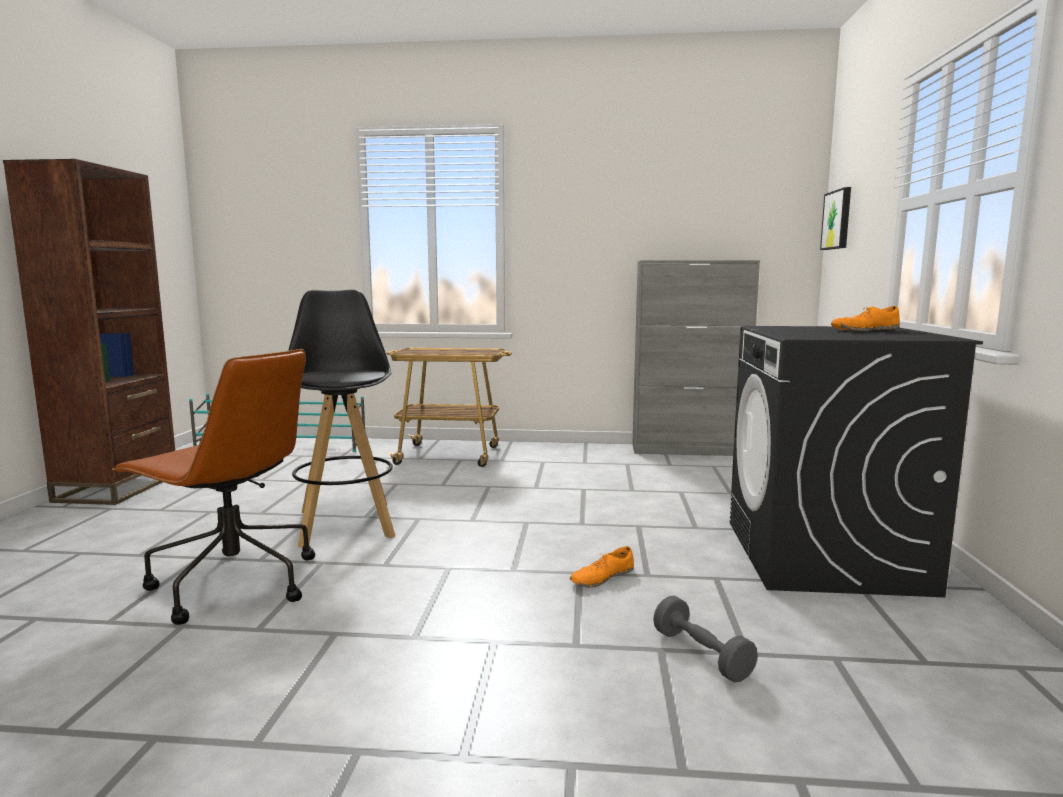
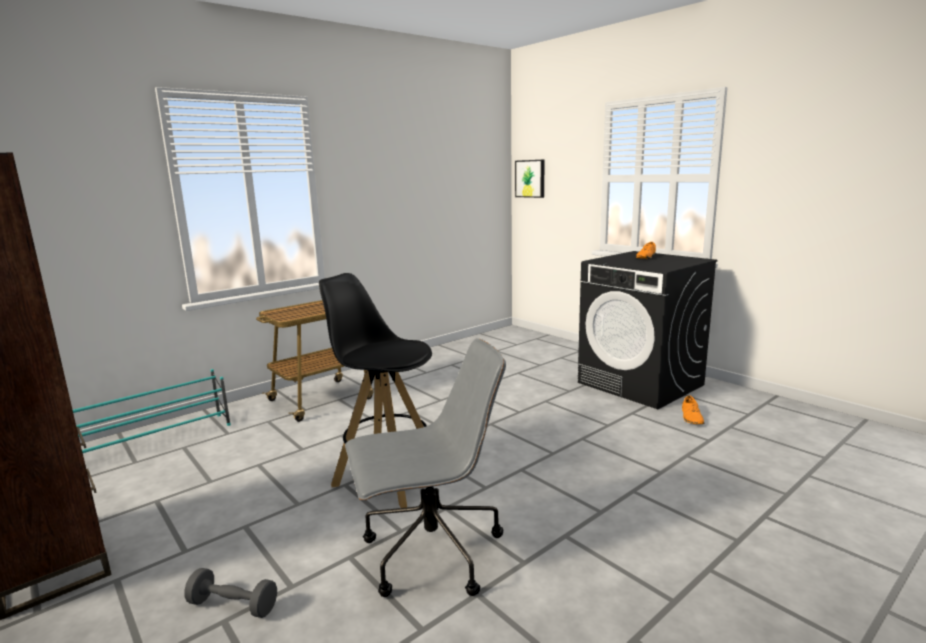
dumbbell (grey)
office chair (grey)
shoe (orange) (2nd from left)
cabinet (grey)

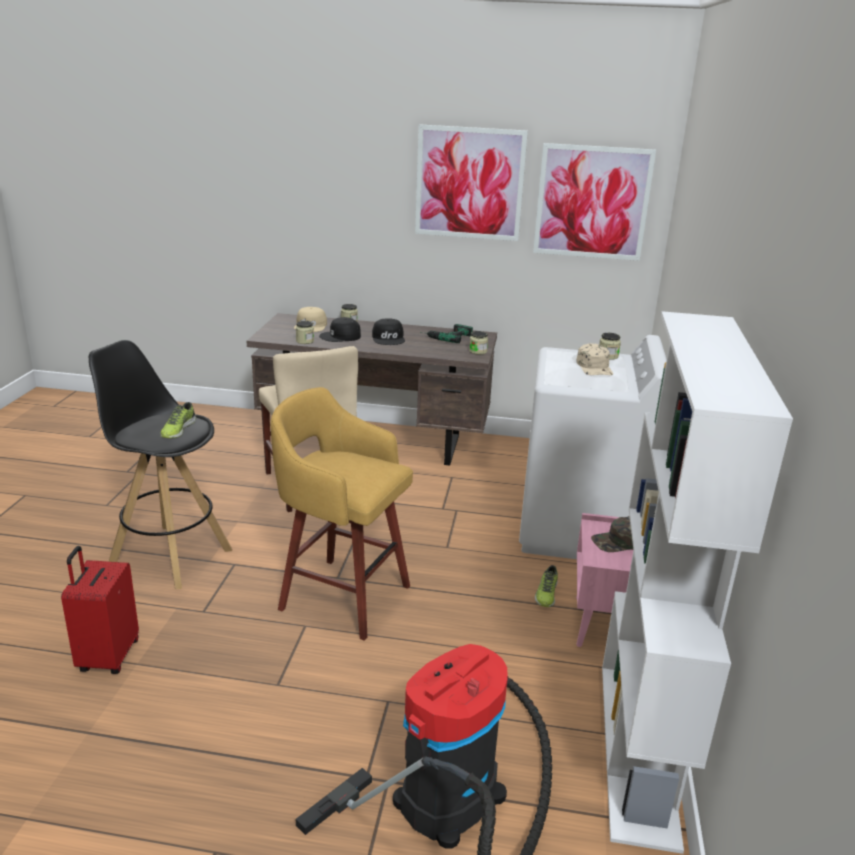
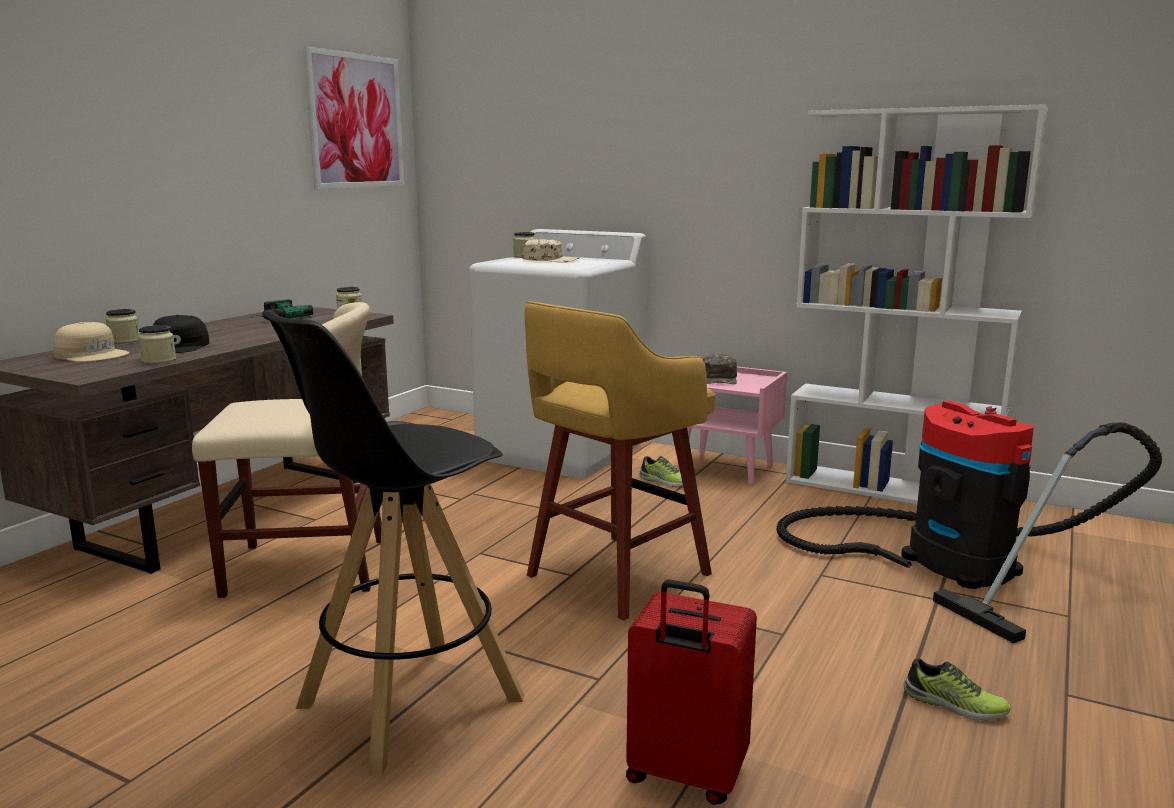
shoe (2nd from left)
cap (black) (2nd from left in the first image)
picture (1st from left in the first image)

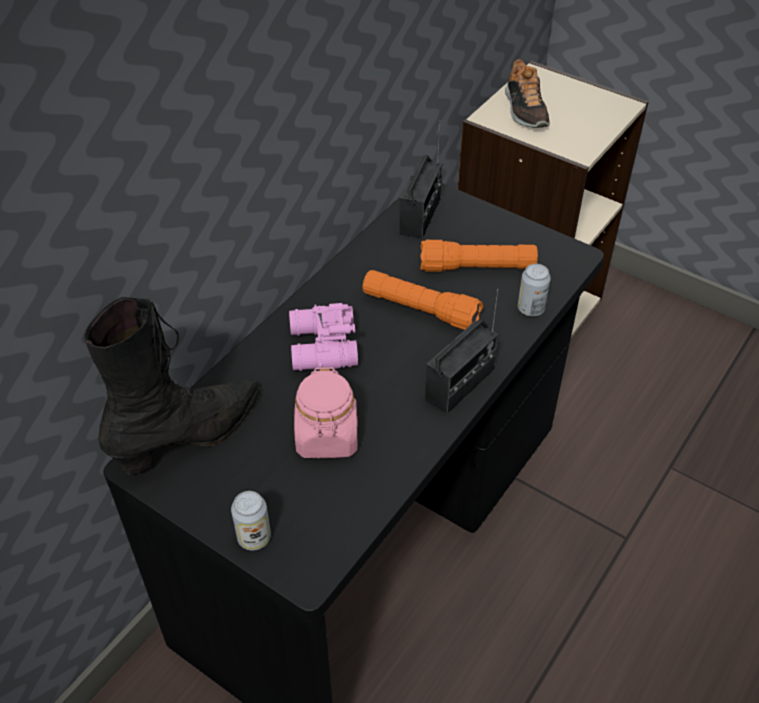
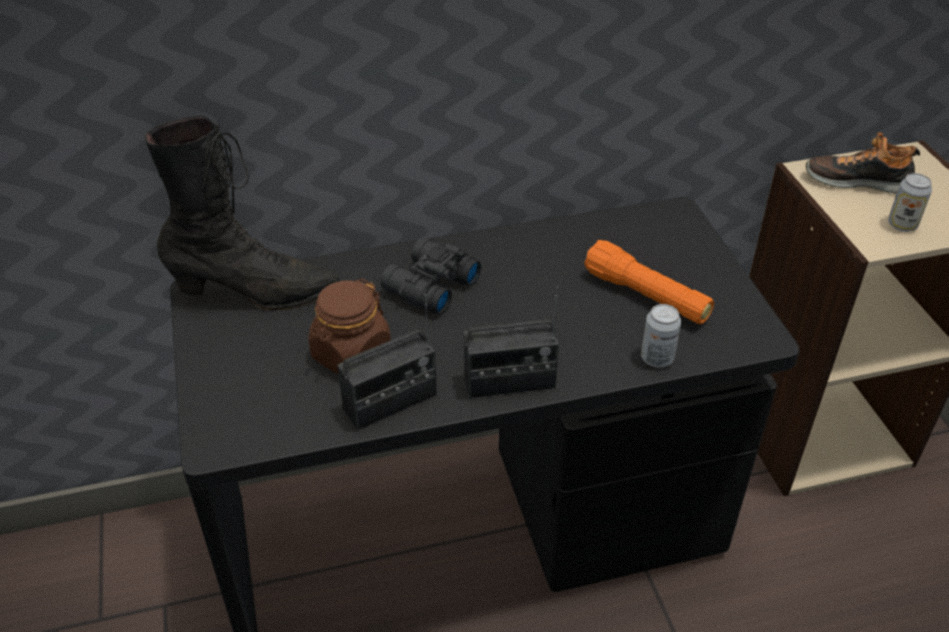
jar (brown)
radio (1st from left)
binoculars (black)
shoe
can (2nd from left)
flashlight (orange) (1st from left in the first image)

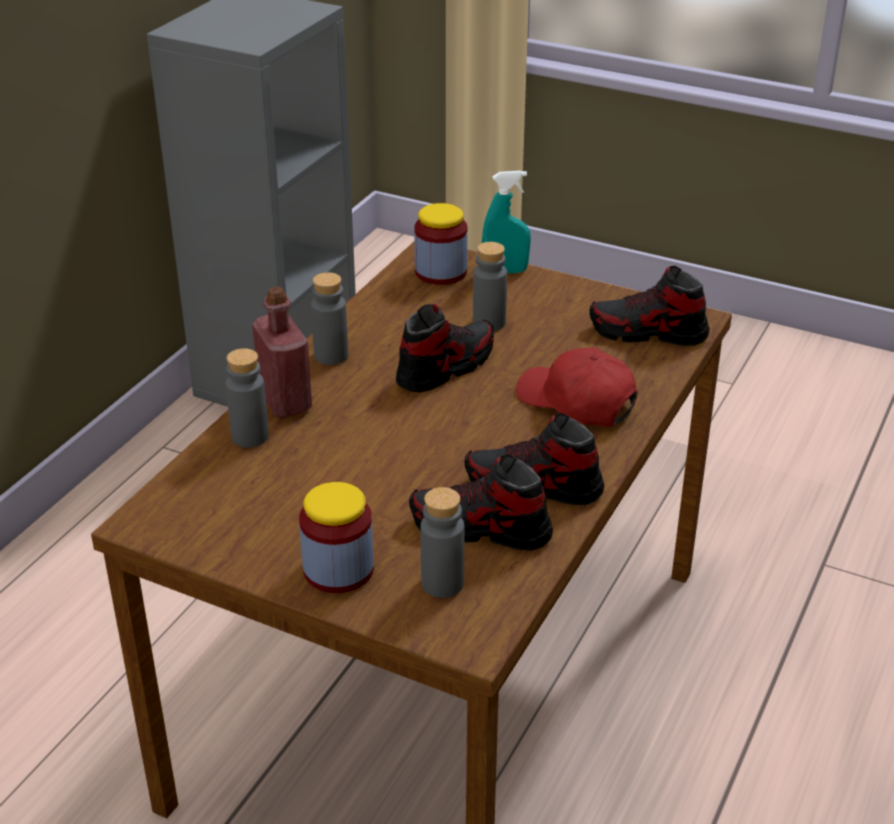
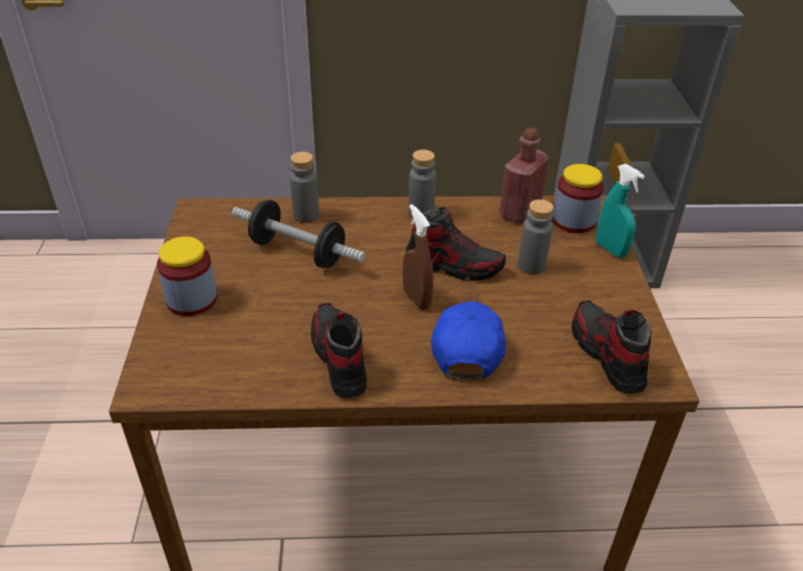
dumbbell
spray bottle (brown)
cap (blue)
bottle (red)
shoe (2nd from left in the first image)
bottle (grey) (3rd from left in the first image)

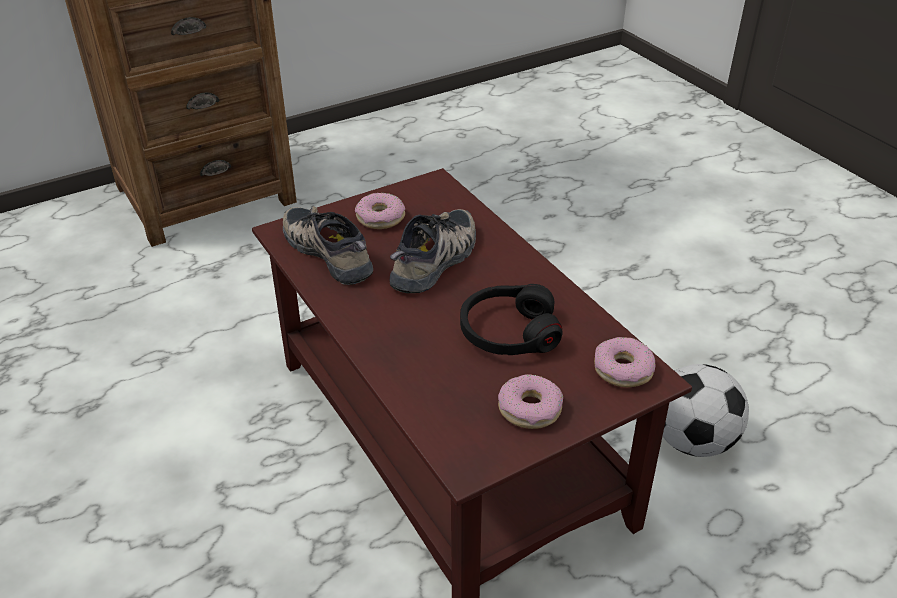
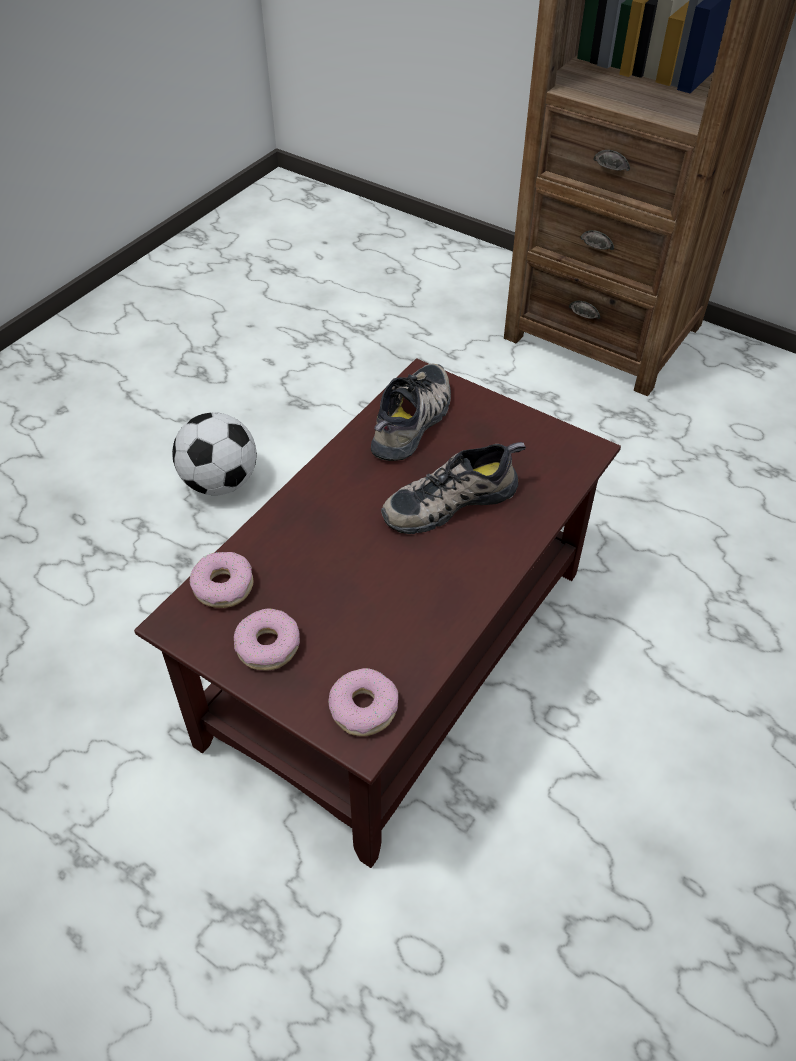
football
donut (1st from left)
shoe (2nd from left)
headphones (black)

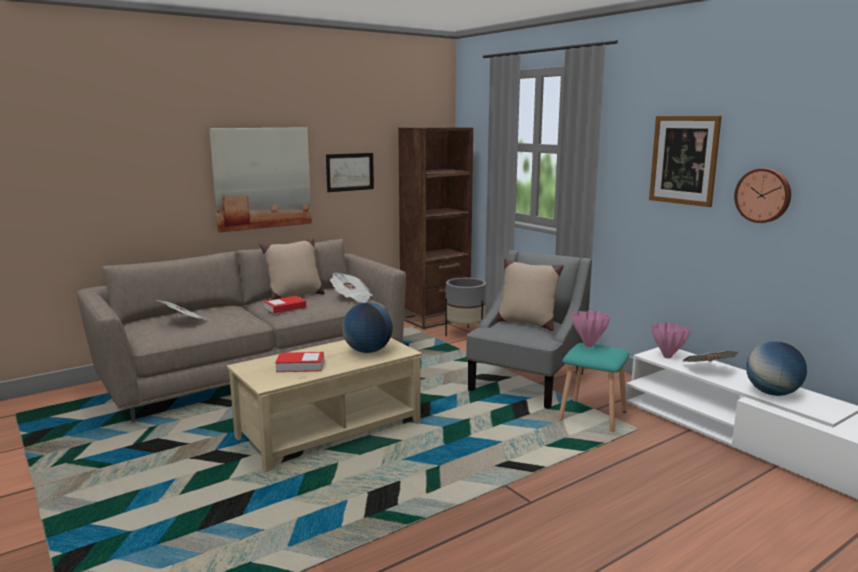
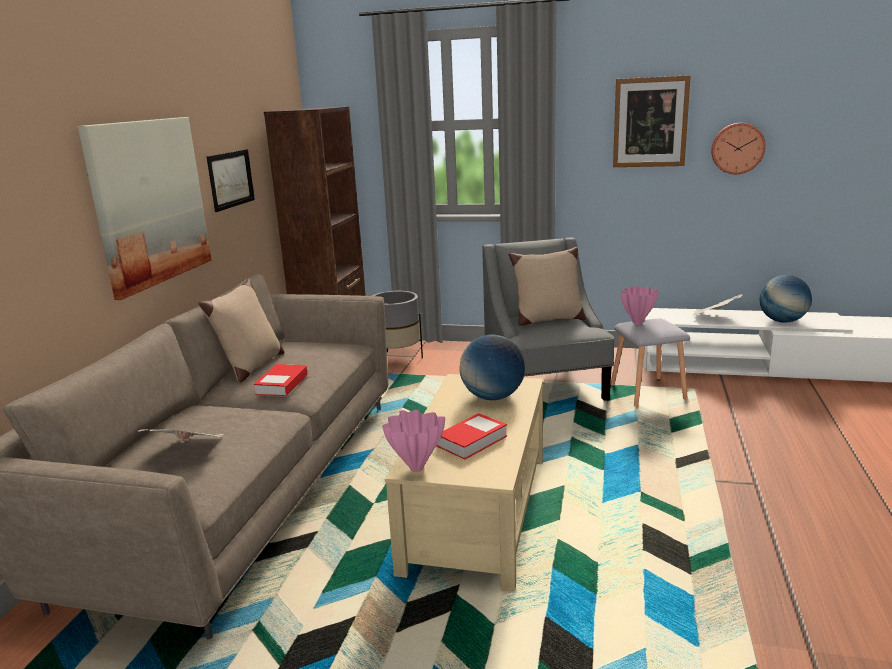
vase (pink) (1st from left)
stool (grey)
newspaper (2nd from left in the first image)

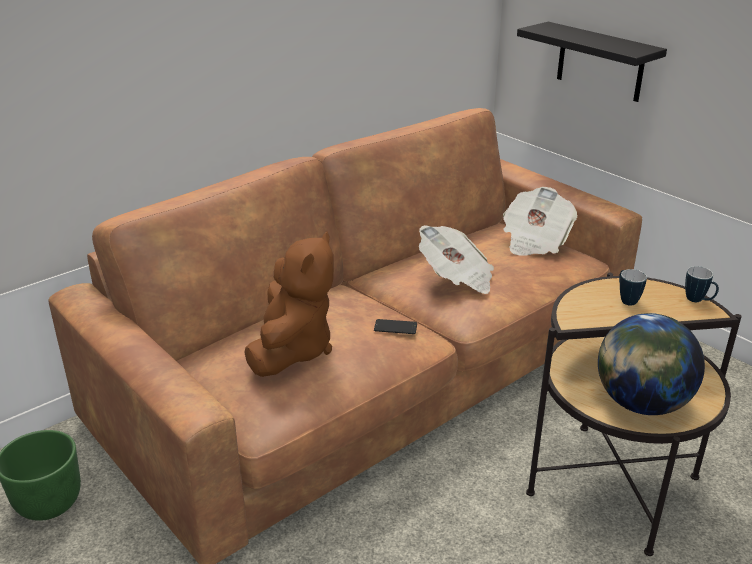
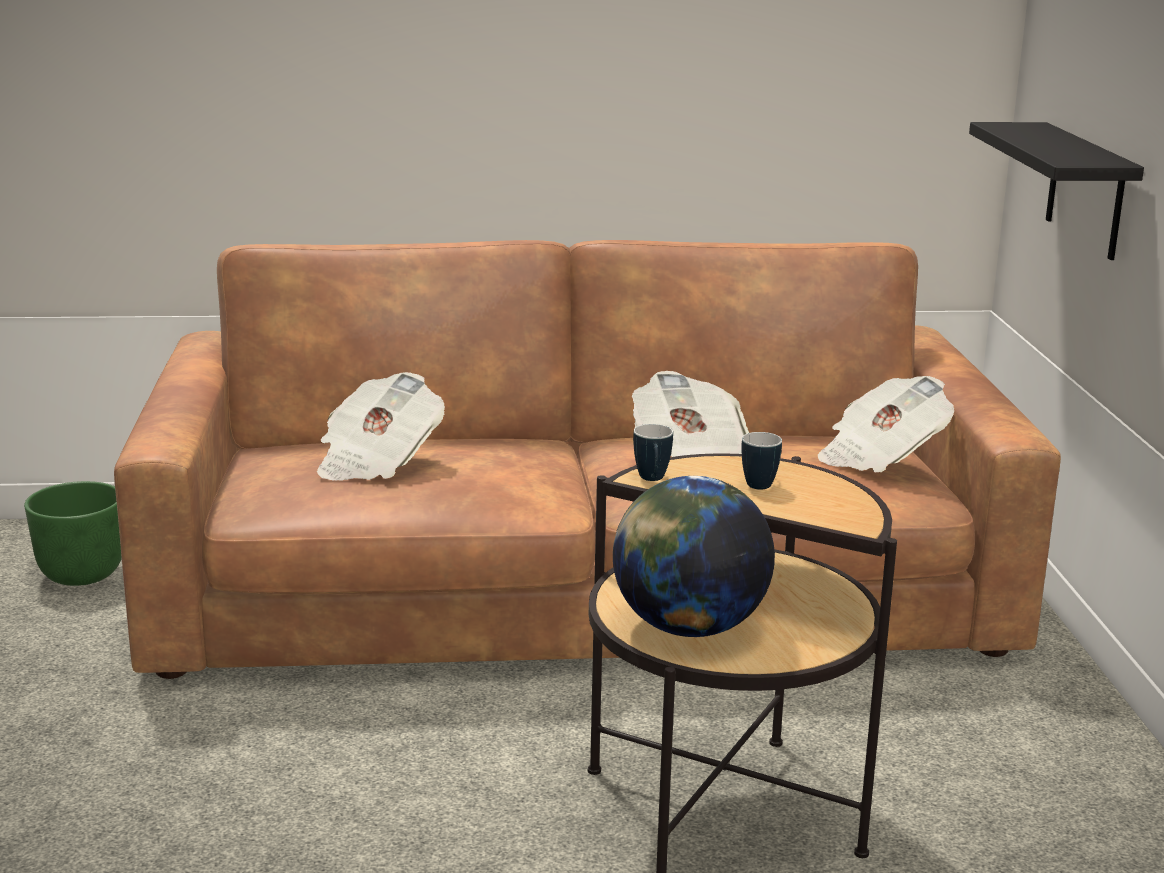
newspaper (1st from left)
mug (1st from left)
phone

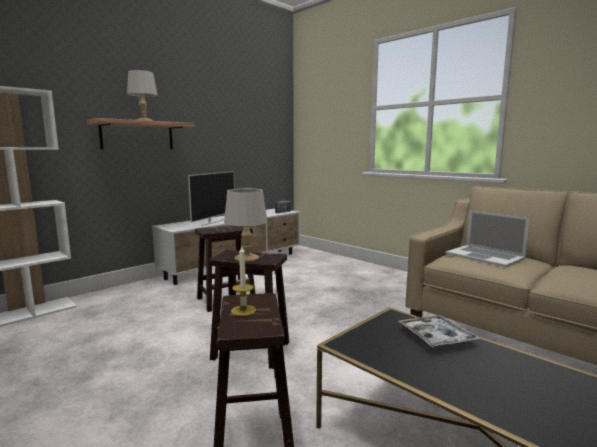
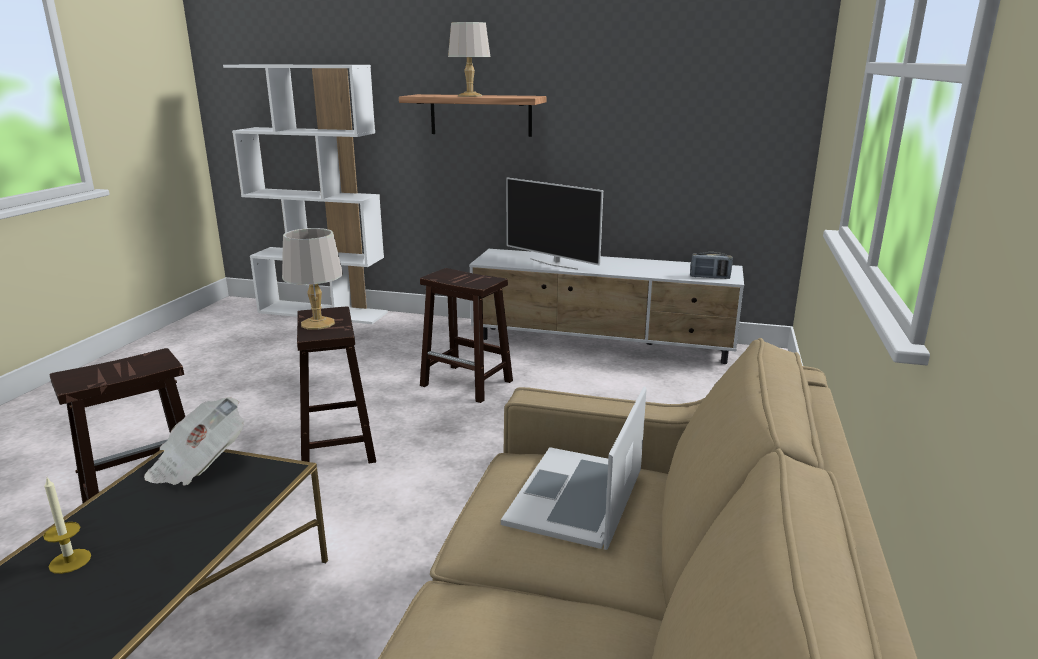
candle
newspaper
television
tray

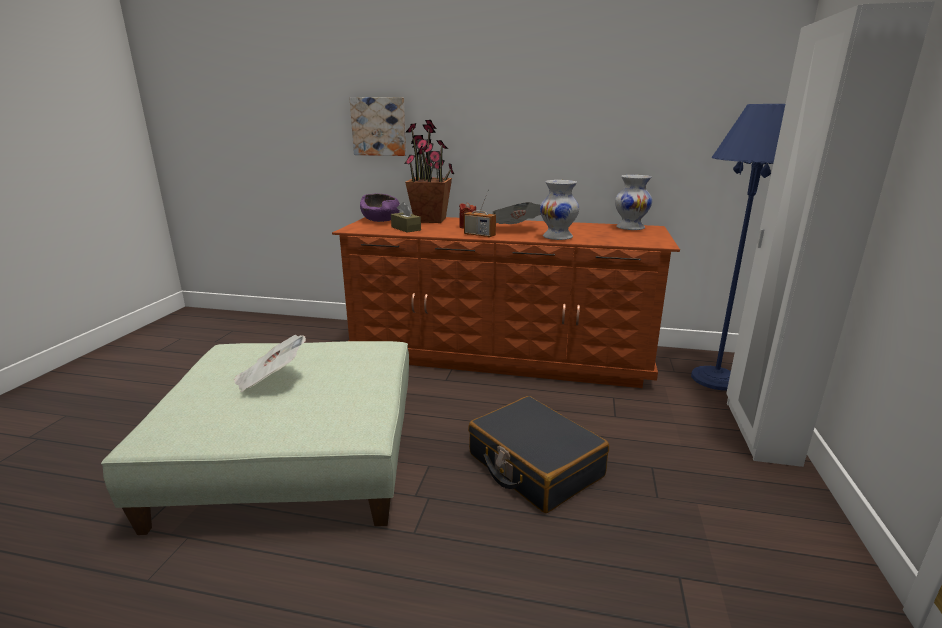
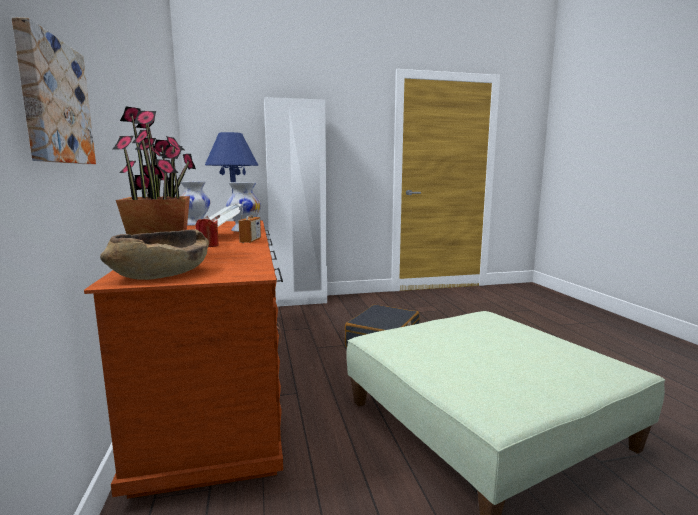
bowl (brown)
newspaper (1st from left in the first image)
tissue box (brown)

